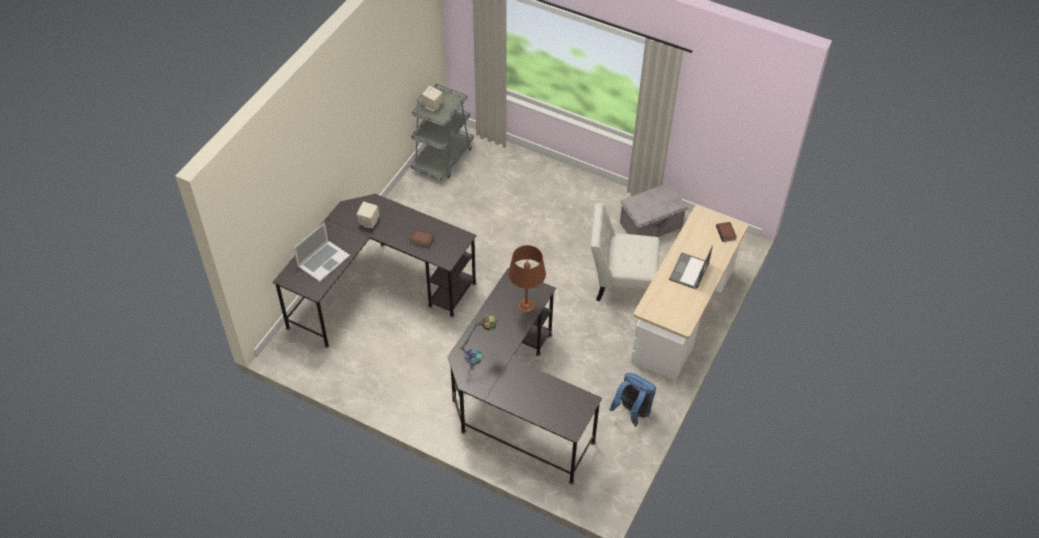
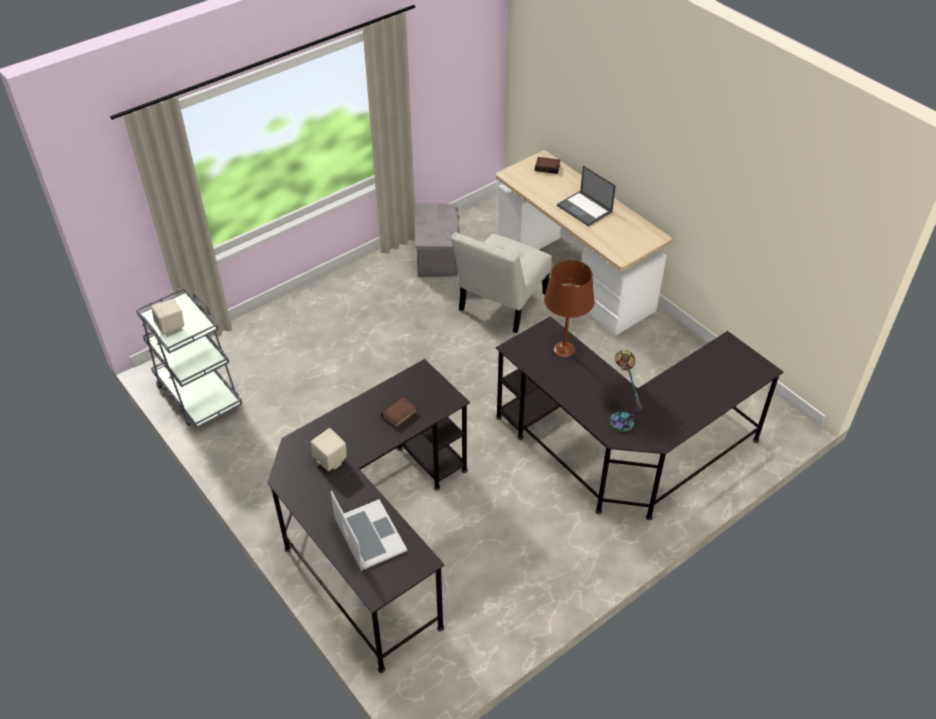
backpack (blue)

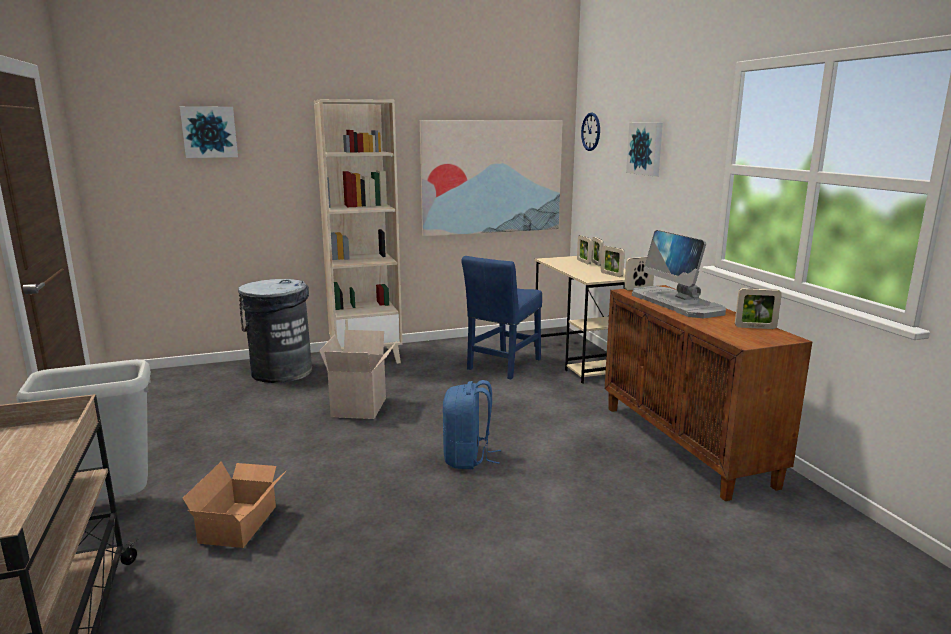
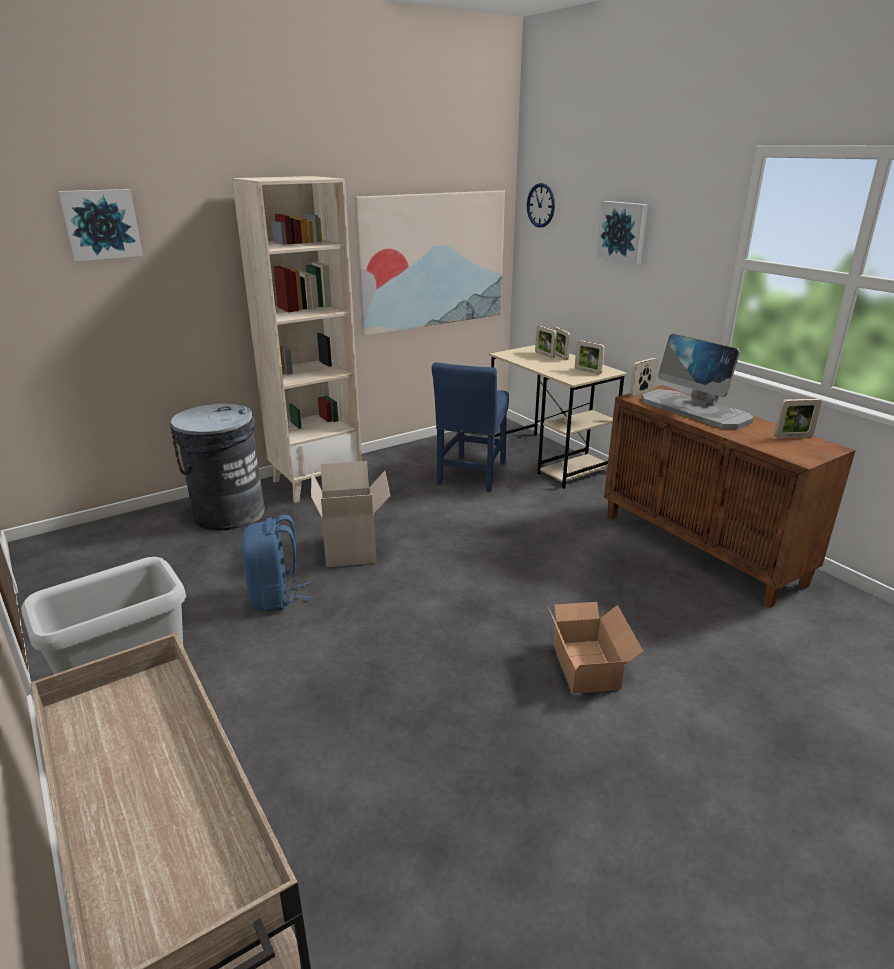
backpack (blue)
cardboard box (2nd from left)

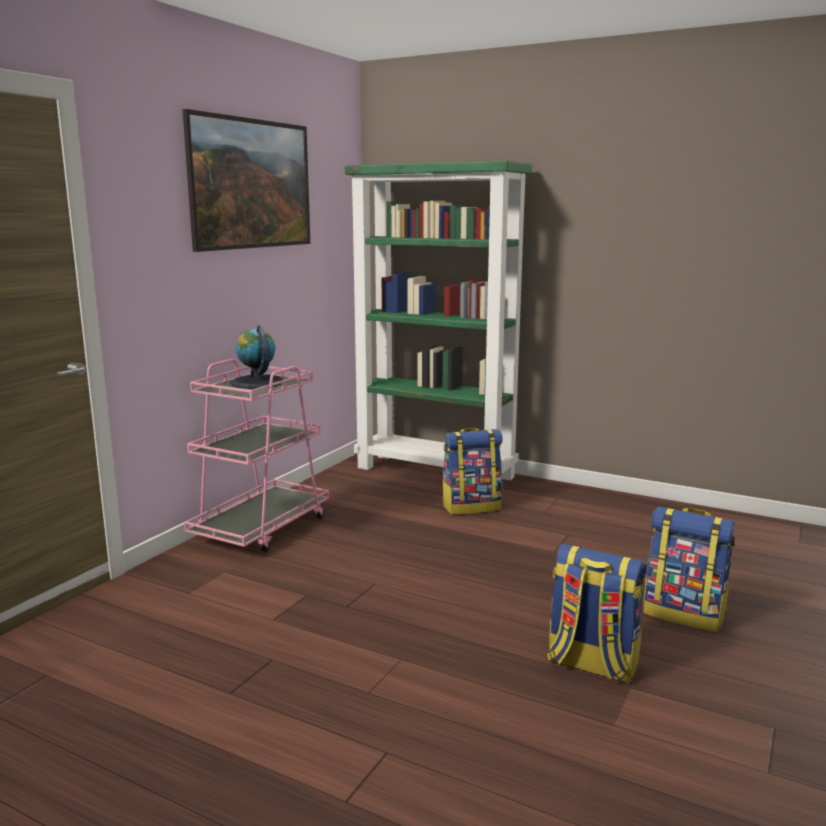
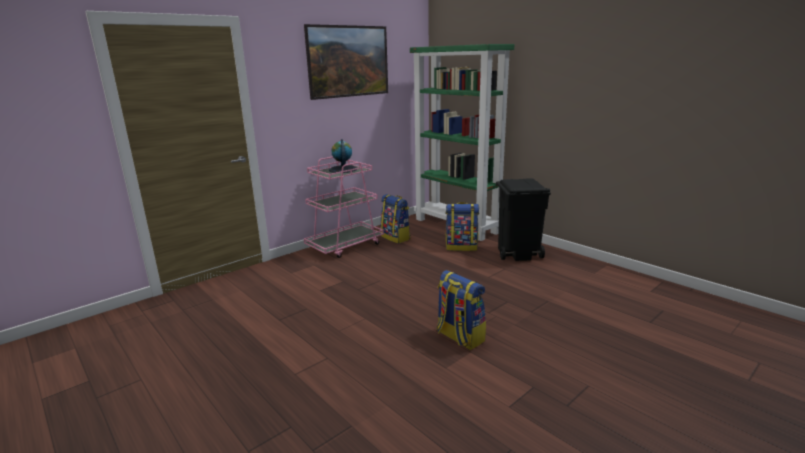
backpack (1st from left)
trash can (black)

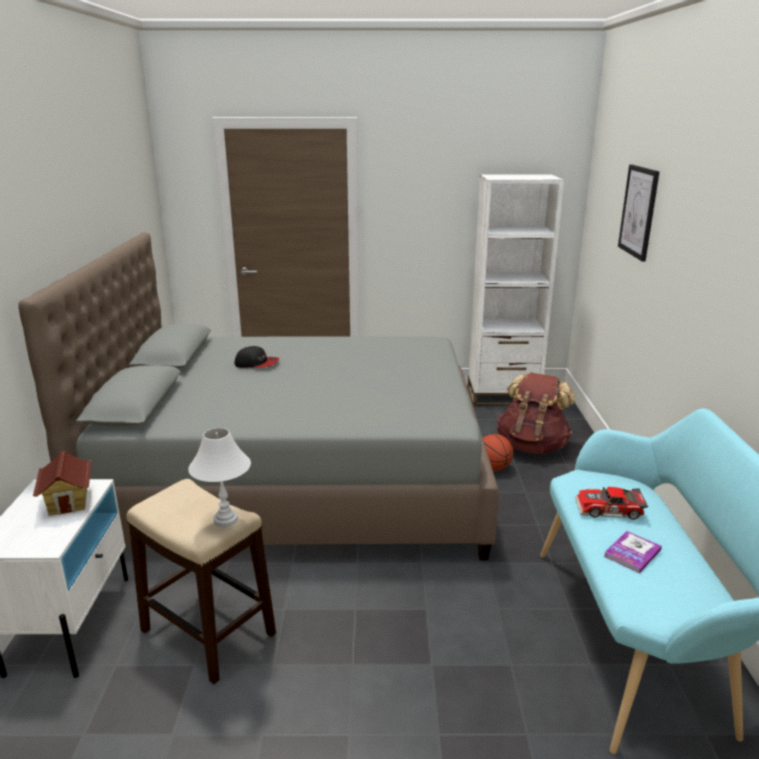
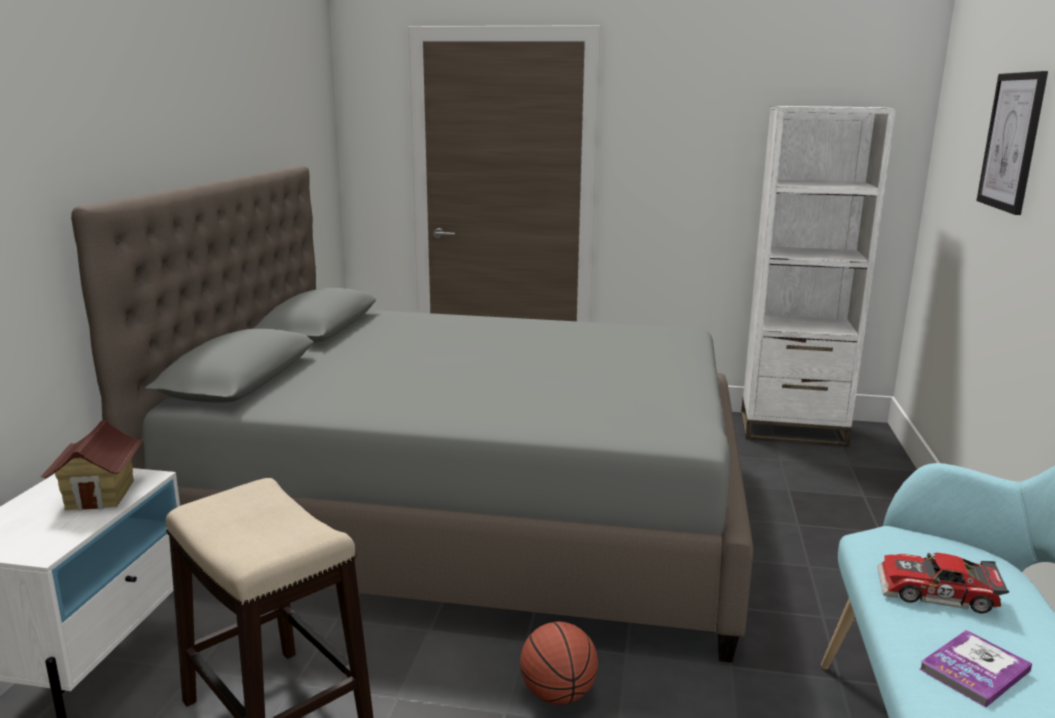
basketball
table lamp (white)
cap
backpack (brown)

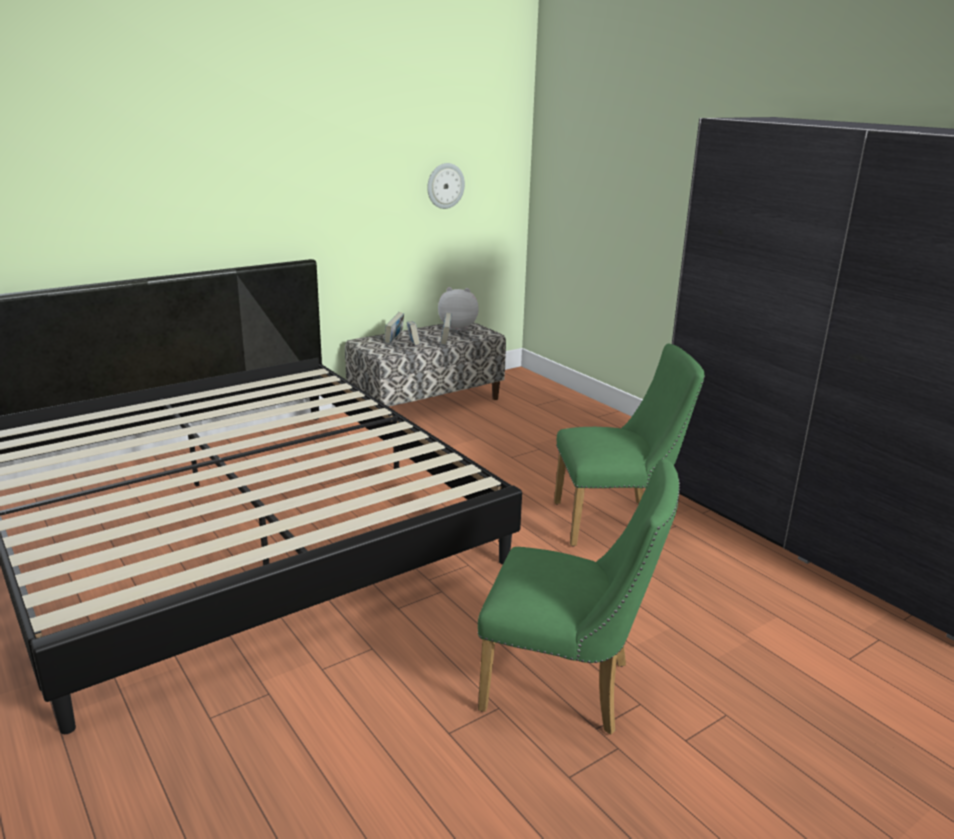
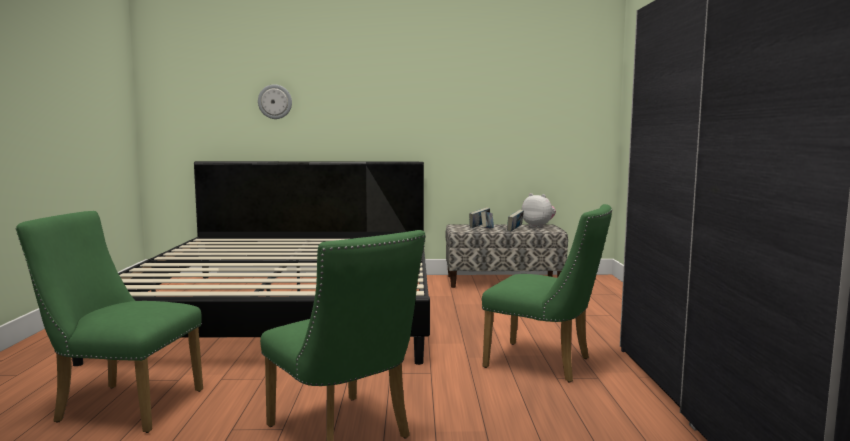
chair (green) (1st from left)
wall clock

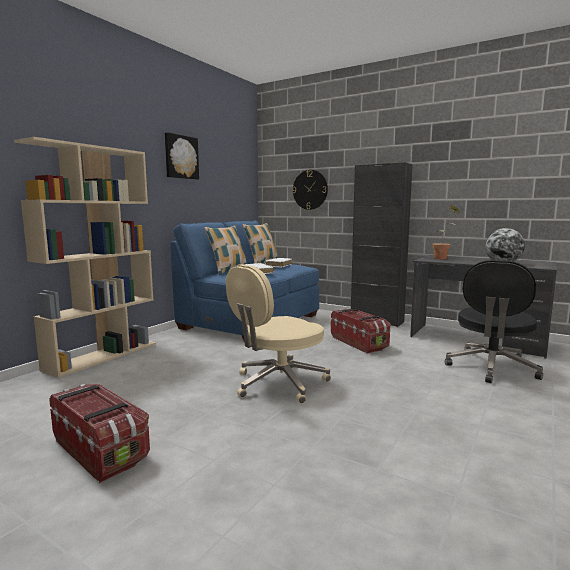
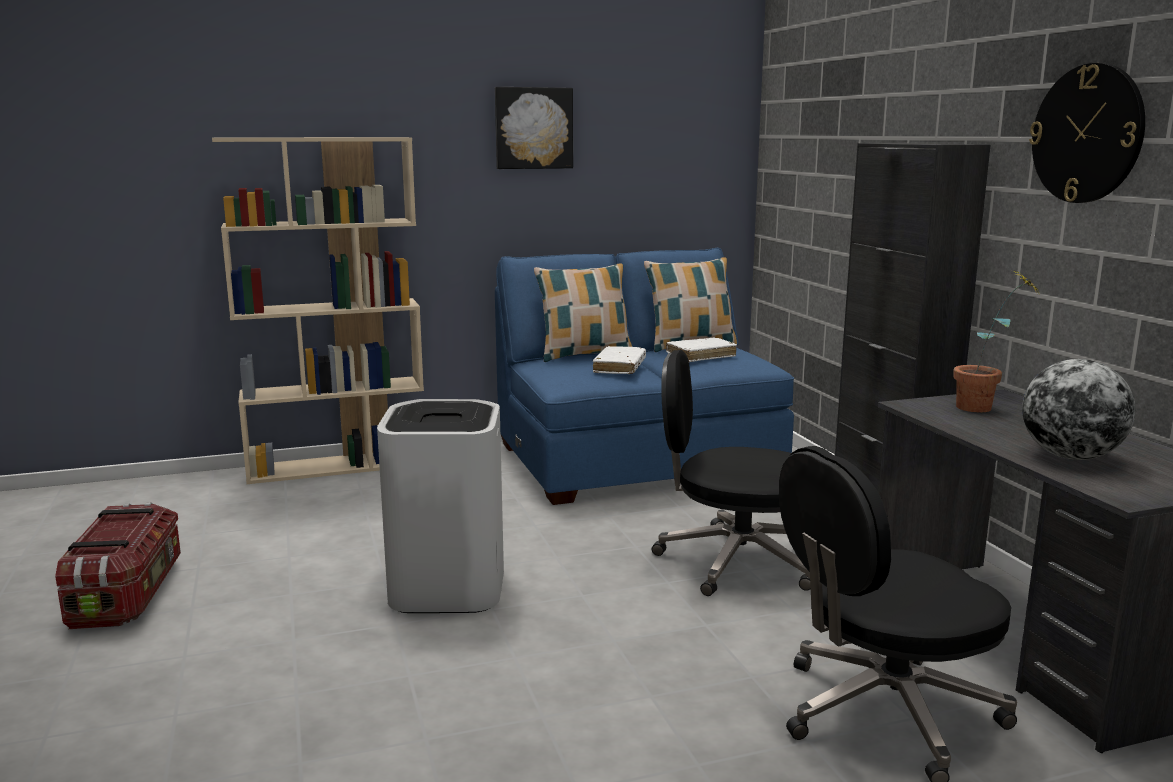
trash can (white)
office chair (black) (1st from left)
wall clock

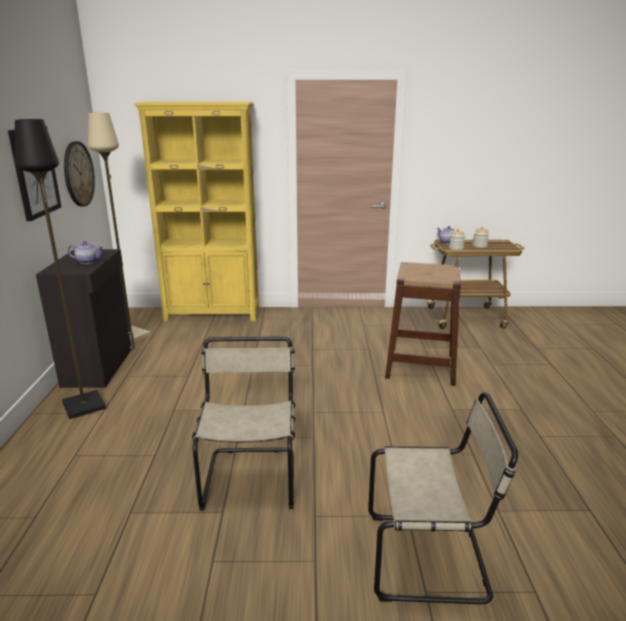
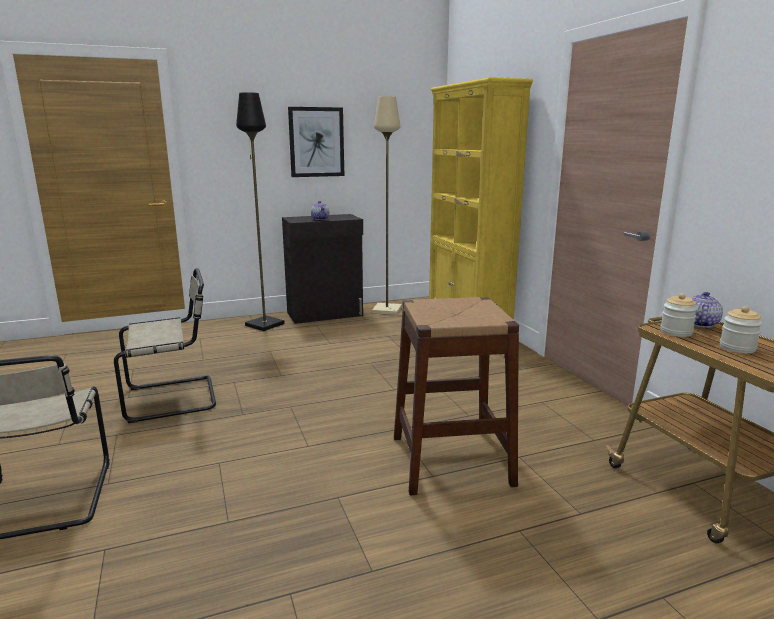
wall clock

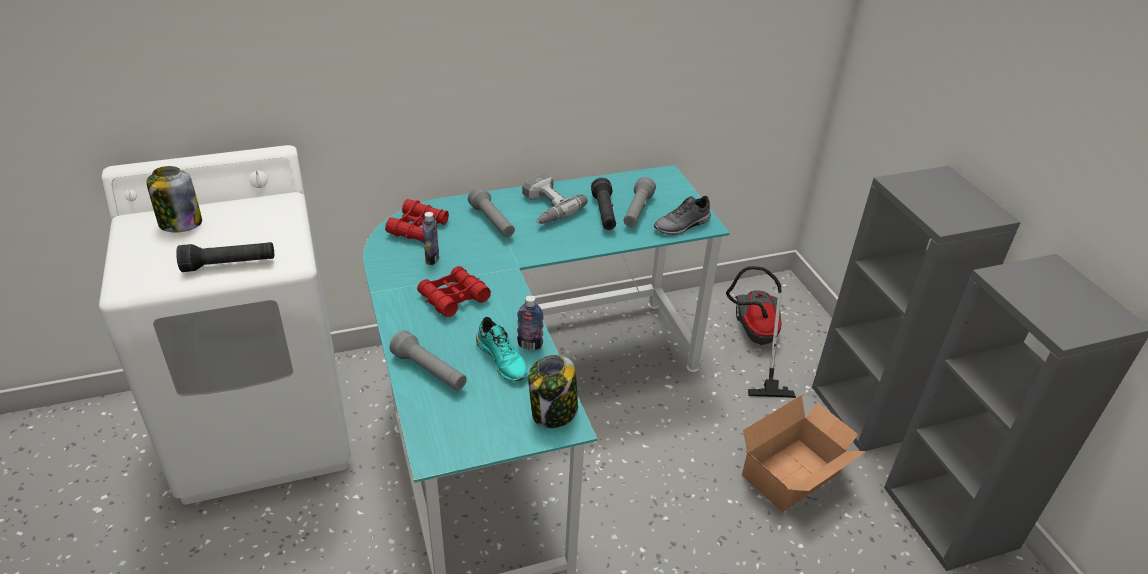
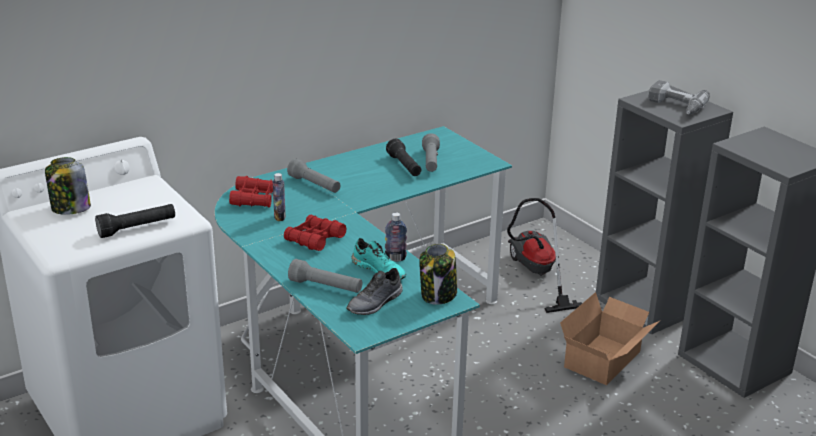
shoe (grey)
power drill

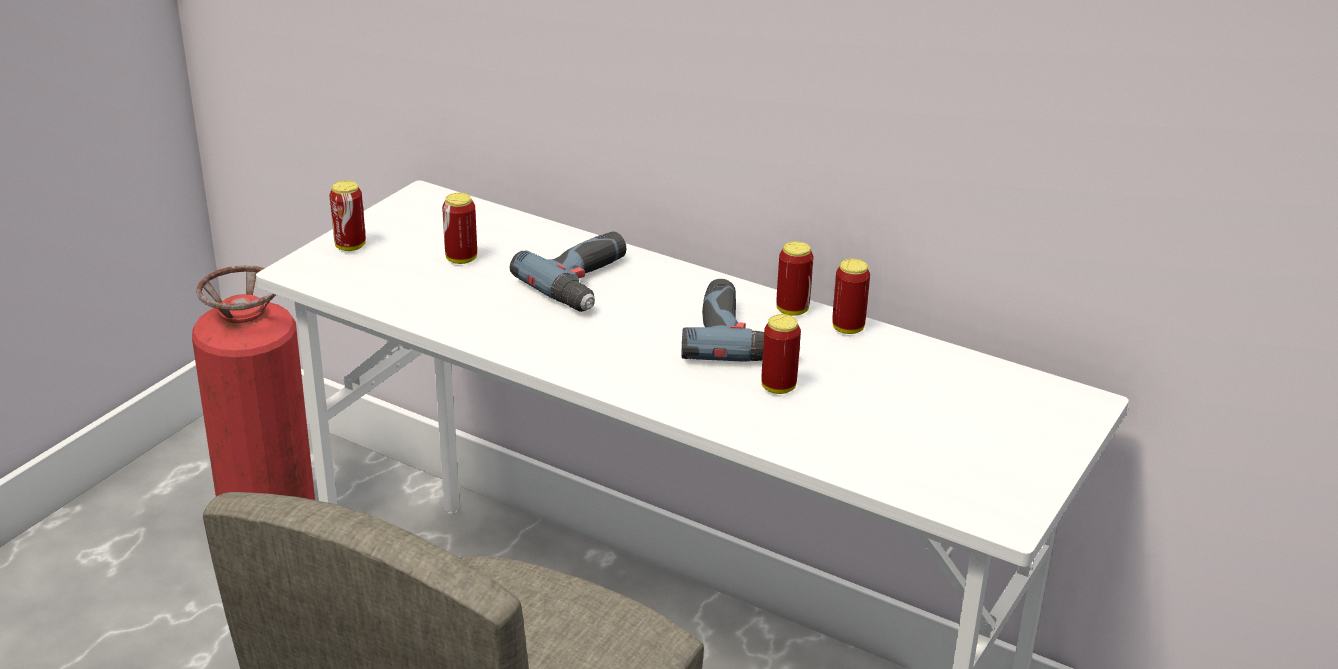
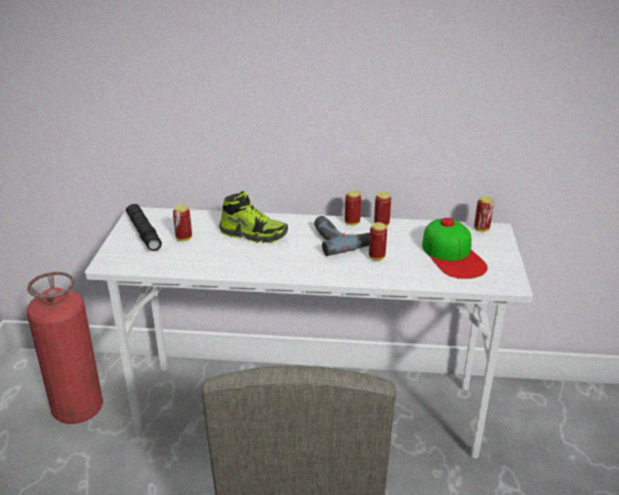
flashlight (black)
shoe
cap
can (5th from left)

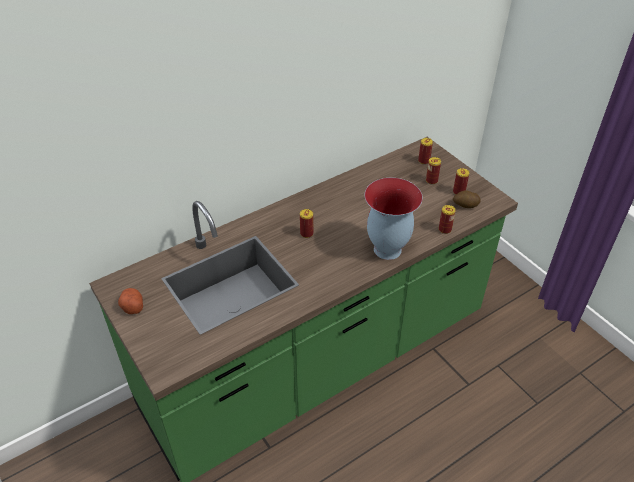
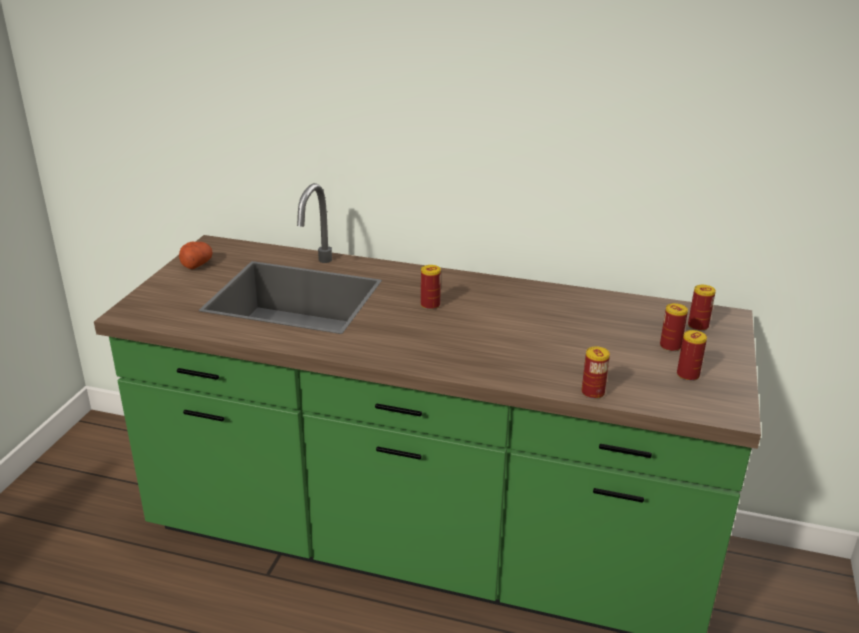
vase
potato (2nd from left in the first image)

